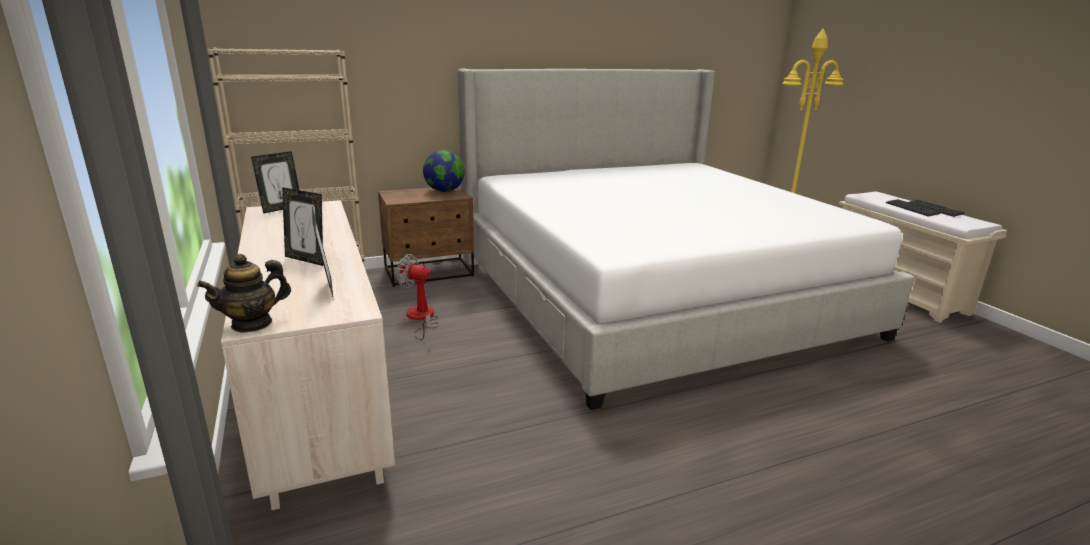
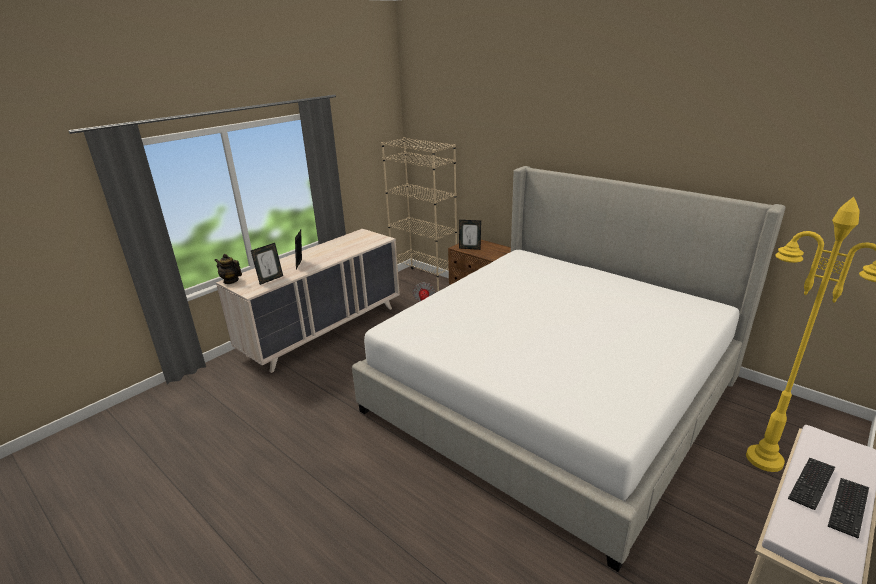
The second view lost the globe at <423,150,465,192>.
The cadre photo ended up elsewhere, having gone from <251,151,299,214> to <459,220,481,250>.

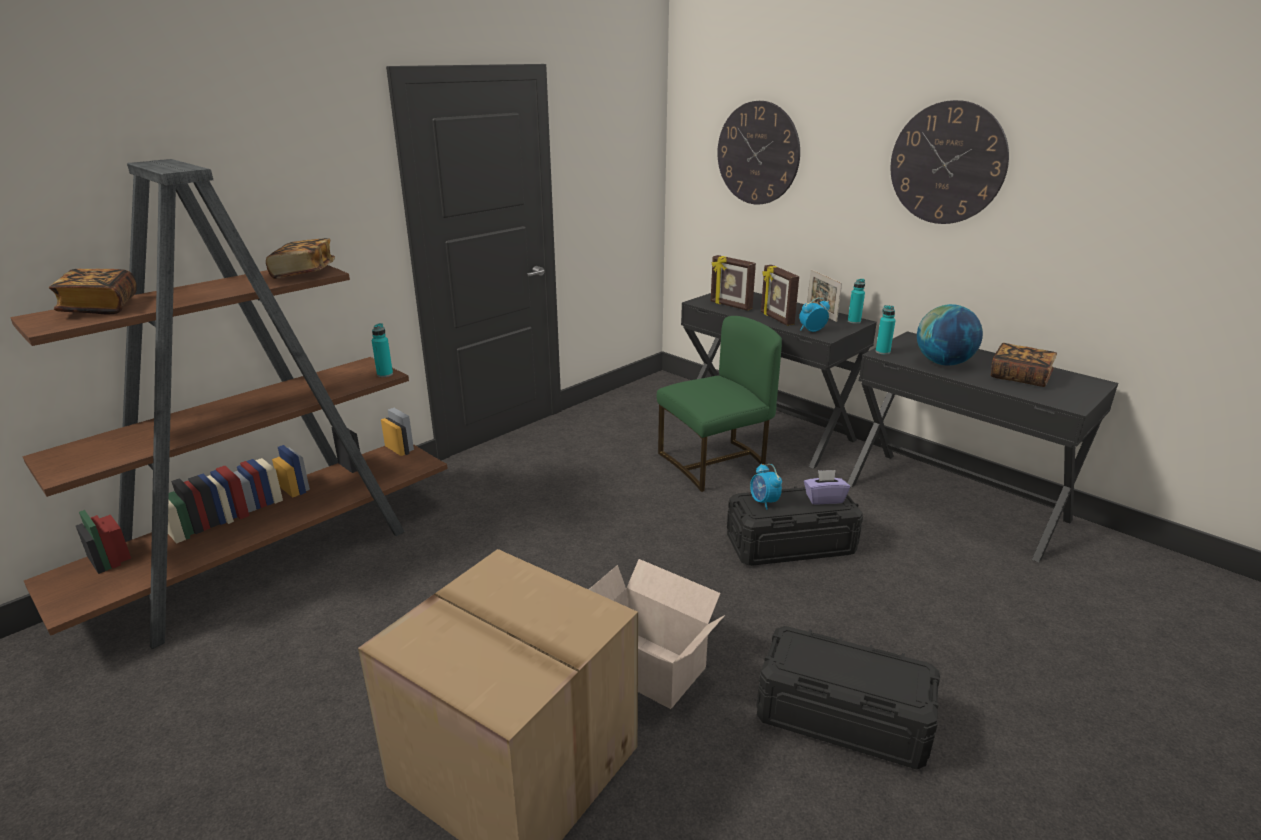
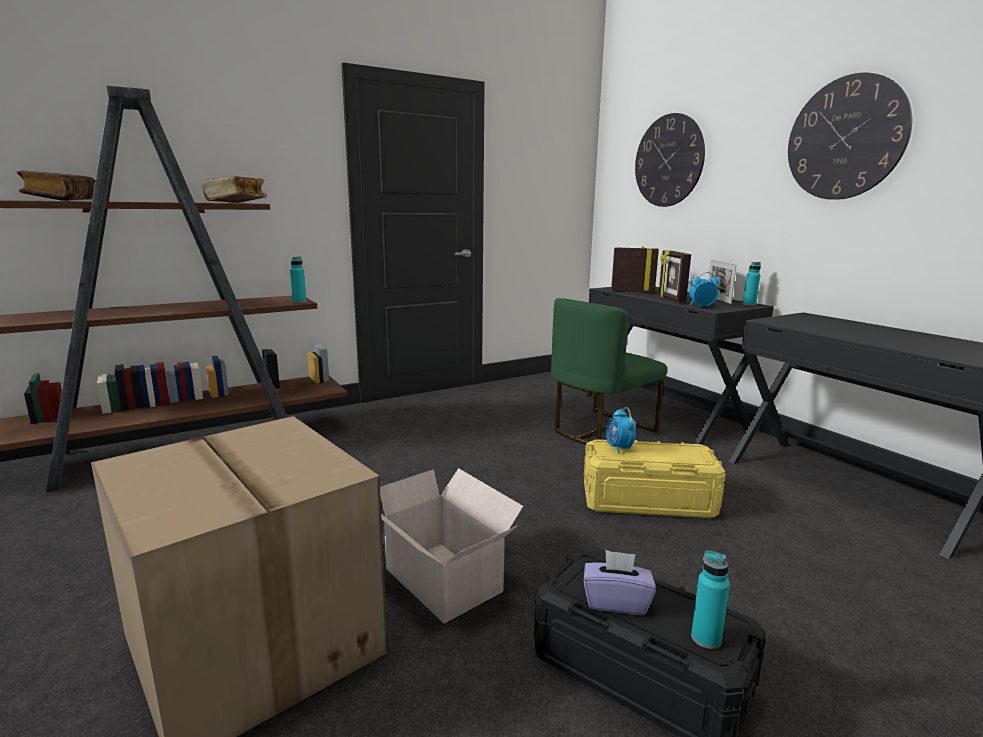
The cadre photo at <711,255,756,311> ended up facing another way, 135 degrees clockwise from before.
The second view lost the globe at <917,304,983,366>.
The bouteille [turquoise] ended up elsewhere, having gone from <876,305,896,355> to <691,551,730,649>.
The chaise [vert] at <657,316,782,492> ended up facing another way, 150 degrees clockwise from before.
The second view lost the livre at <991,343,1057,387>.
The boîte à mouchoirs [violet] ended up elsewhere, having gone from <804,470,850,505> to <584,550,656,615>.
What was the boîte de rangement [noir] at <727,486,863,566> turned into the boîte de rangement [jaune] at <584,439,726,518>.

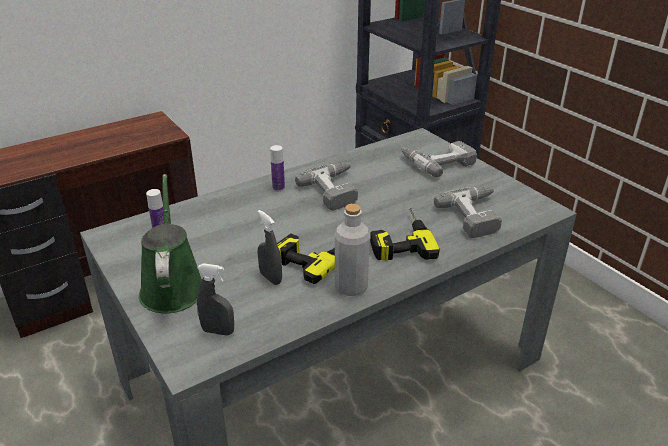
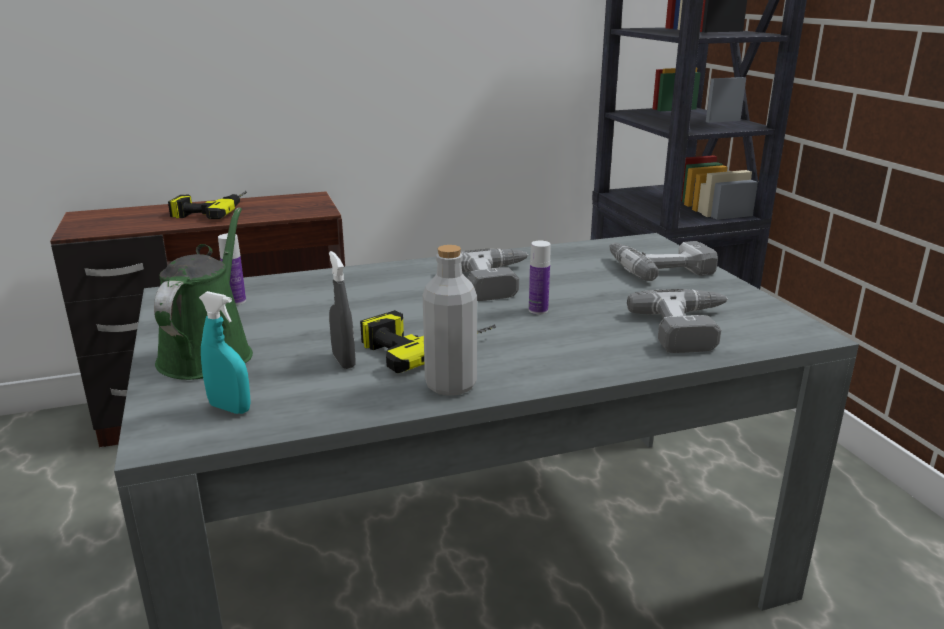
The bouteille ended up elsewhere, having gone from <270,145,285,191> to <529,241,551,315>.
The perceuse ended up elsewhere, having gone from <370,208,440,261> to <168,191,247,219>.
What was the vaporisateur [gris] at <197,263,234,336> turned into the vaporisateur [turquoise] at <199,291,251,414>.

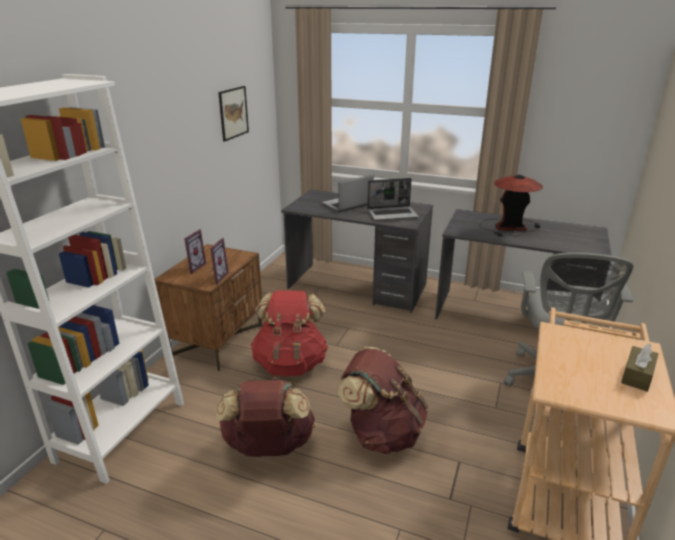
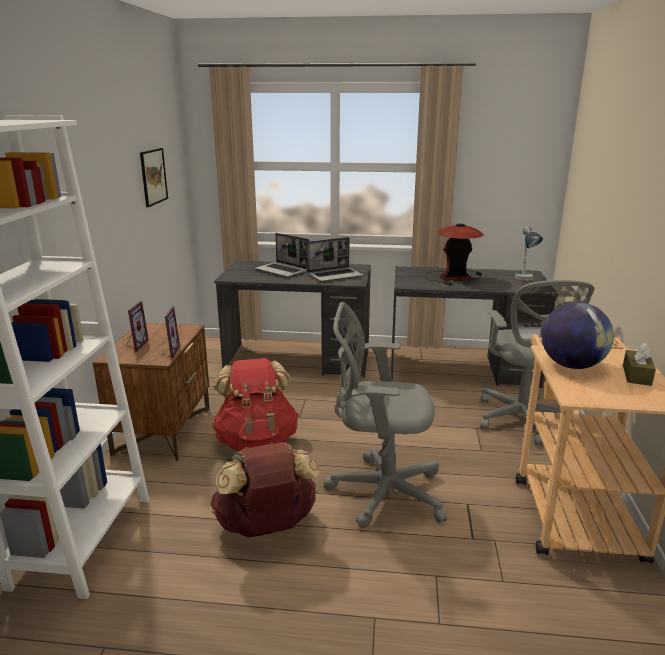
The ordinateur portable at <322,175,374,212> ended up facing another way, 90 degrees counterclockwise from before.
Where the sac à dos [marron] stood at <338,347,428,455>, the chaise de bureau [gris] came to stand at <324,302,447,528>.
The second view gained the lampe de table at <514,226,543,281>.
The second view gained the globe at <542,302,614,369>.

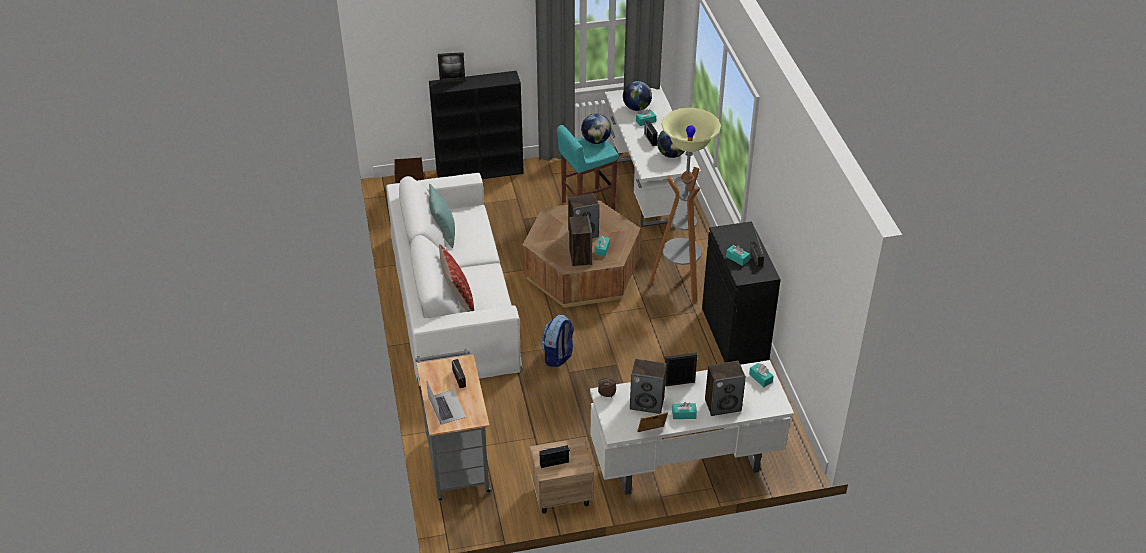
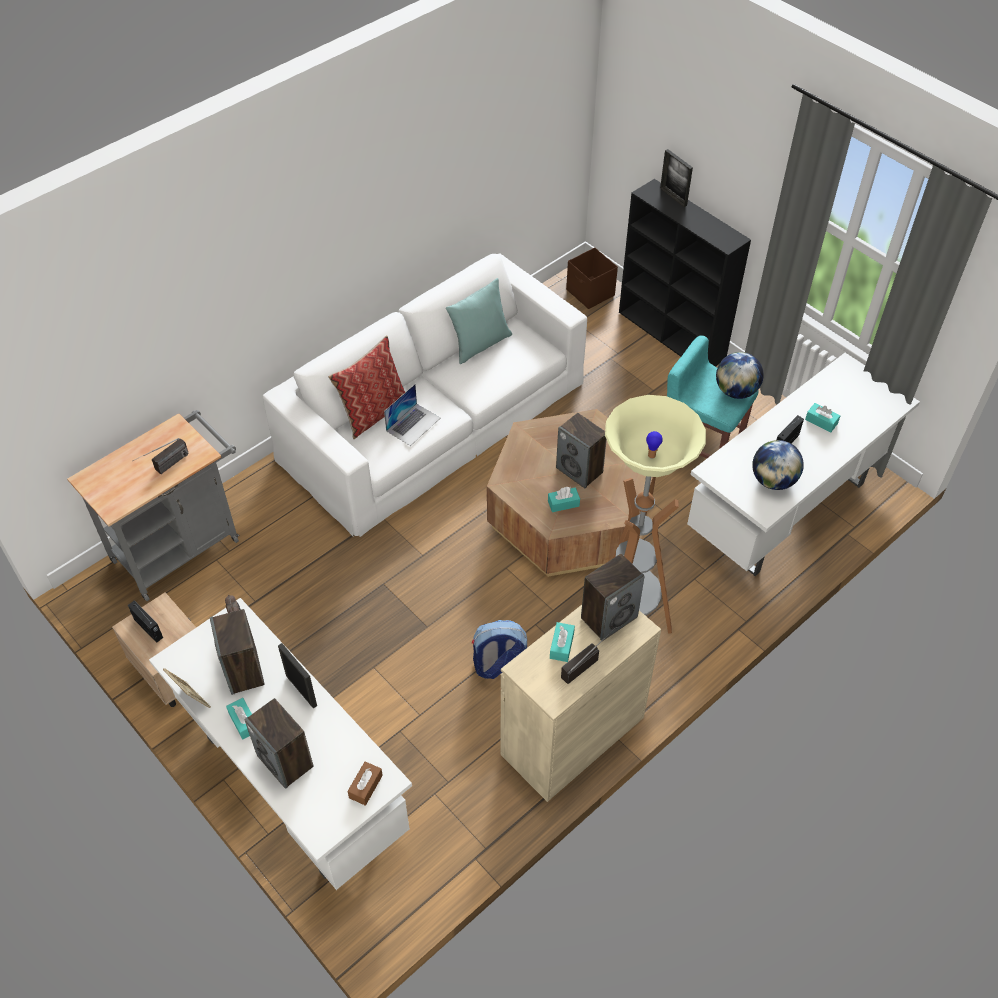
The second view lost the globe at <623,81,652,111>.
The enceinte ended up elsewhere, having gone from <569,215,592,266> to <581,554,645,641>.
What was the meuble de rangement [noir] at <702,221,781,365> turned into the meuble de rangement [beige] at <501,605,661,802>.
The sac à dos ended up elsewhere, having gone from <542,315,574,367> to <472,620,527,679>.
What was the boîte à mouchoirs [turquoise] at <749,363,774,387> turned into the boîte à mouchoirs [marron] at <347,761,383,806>.
The ordinateur portable ended up elsewhere, having gone from <427,381,466,425> to <384,384,440,446>.

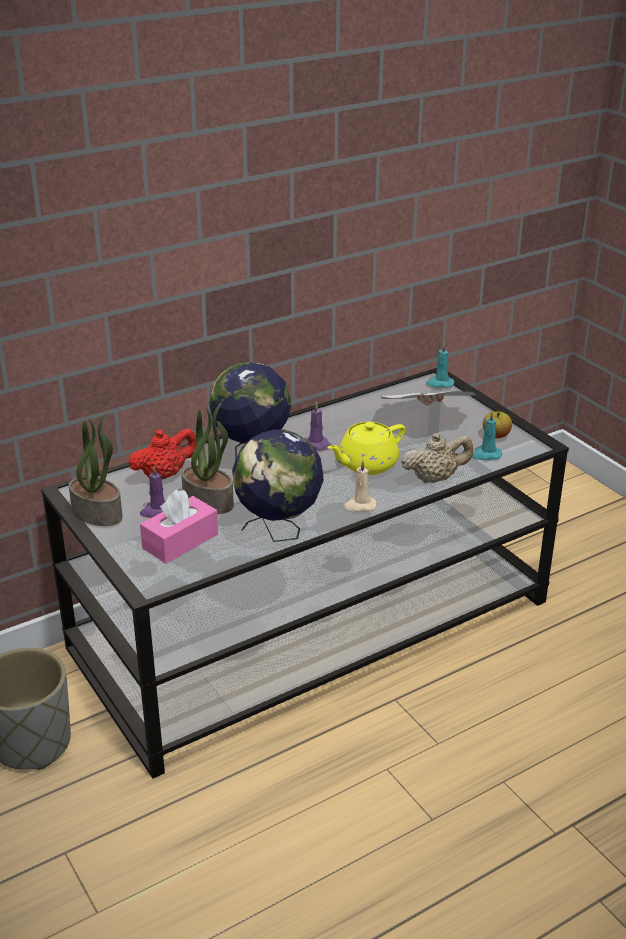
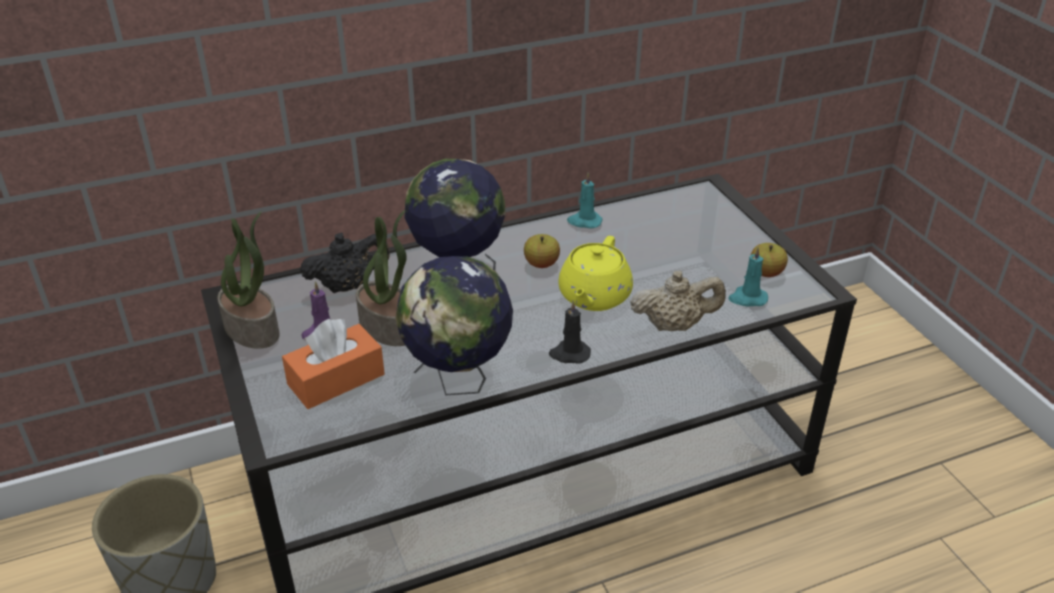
The bougie [turquoise] ended up elsewhere, having gone from <426,344,454,388> to <567,173,602,228>.
The second view lost the journal at <380,391,476,406>.
Where the bougie [violet] stood at <305,402,332,450>, the pomme came to stand at <524,234,560,268>.
The théière [jaune] at <327,422,405,475> ended up facing another way, 45 degrees counterclockwise from before.
What was the théière [rouge] at <128,428,196,480> turned into the théière [noir] at <300,233,390,293>.
What was the bougie [beige] at <343,460,377,512> turned into the bougie [noir] at <549,300,591,364>.
What was the boîte à mouchoirs [rose] at <140,490,218,564> turned into the boîte à mouchoirs [orange] at <282,319,385,409>.

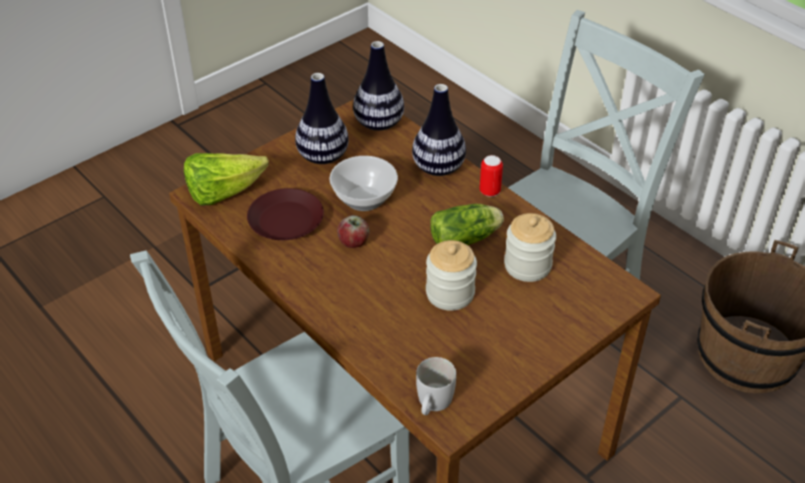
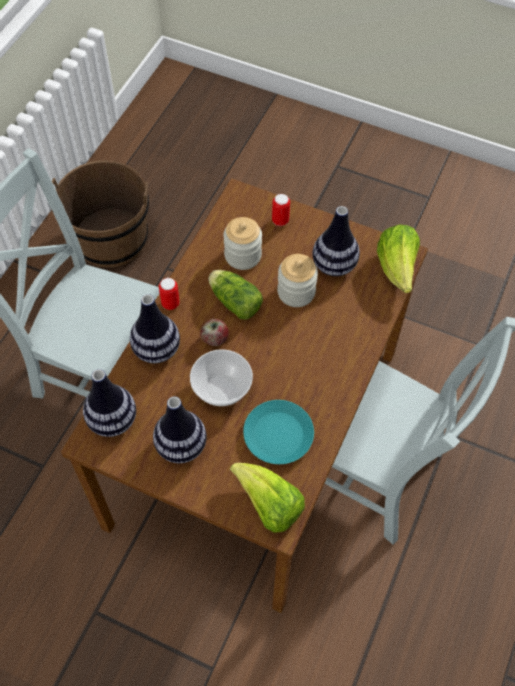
What was the assiette [marron] at <247,188,324,240> turned into the assiette [turquoise] at <243,400,314,464>.
The pomme ended up elsewhere, having gone from <337,215,370,248> to <200,319,229,346>.
Where the mug [blanc] stood at <416,357,456,415>, the laitue came to stand at <377,225,420,293>.
The second view gained the boîte métallique at <272,194,290,226>.
The second view gained the vase at <312,206,360,276>.

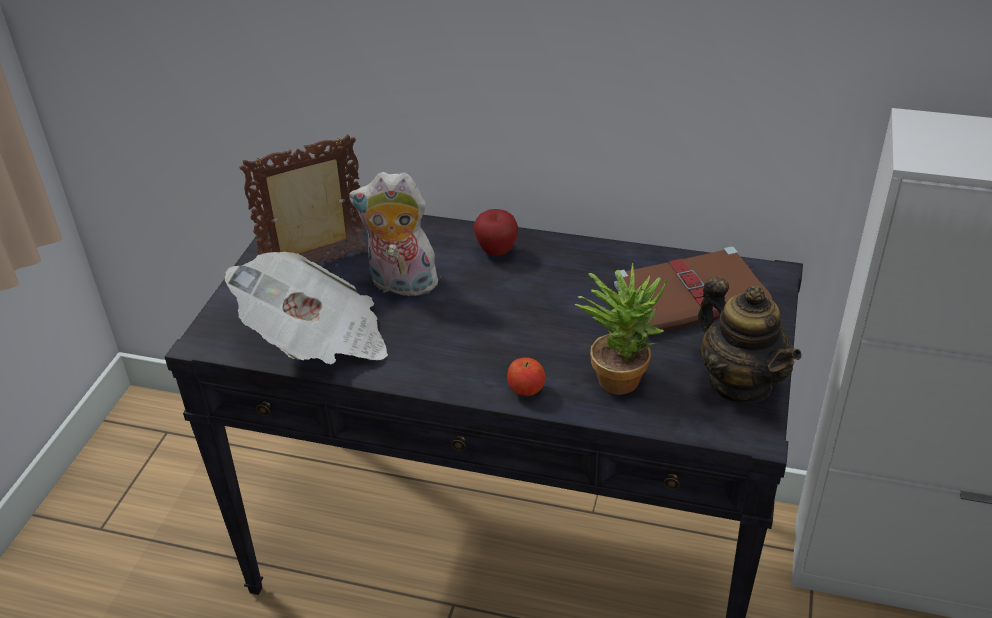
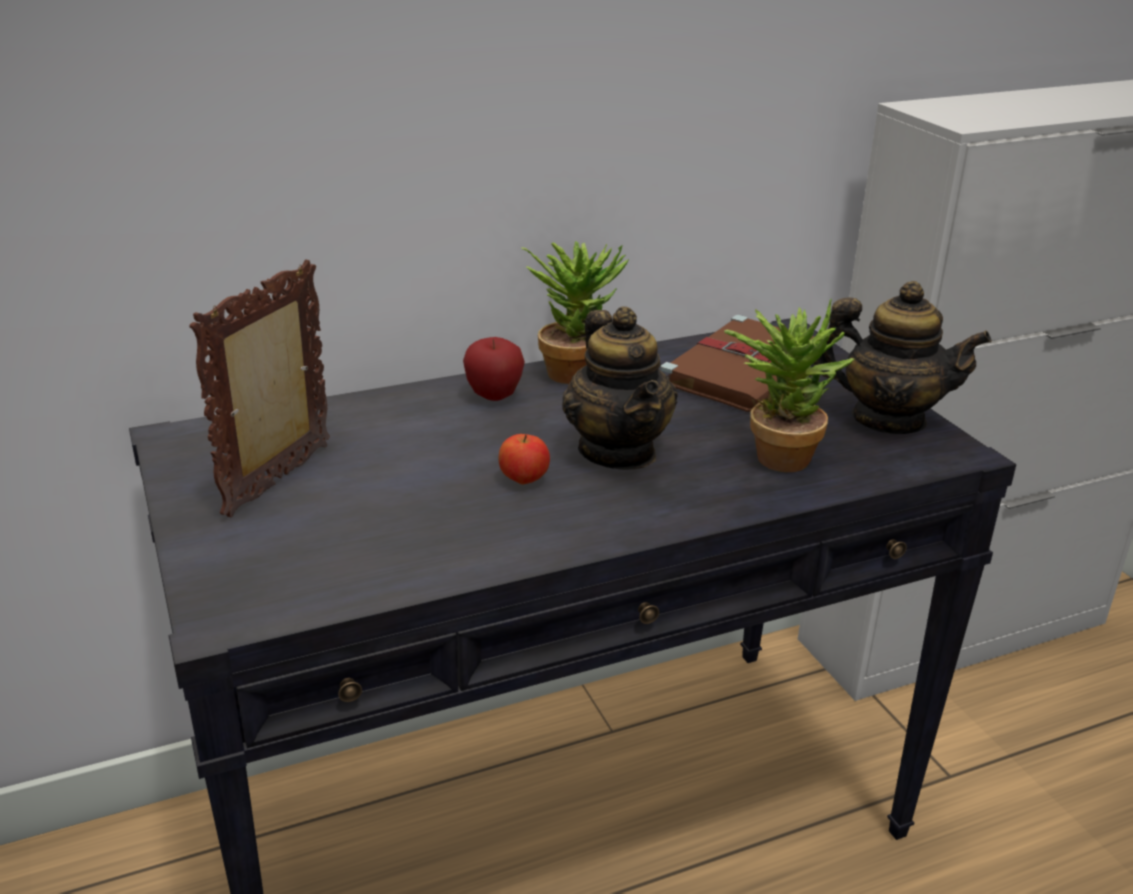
The second view lost the peluche at <349,172,441,296>.
The second view lost the journal at <225,252,388,364>.
The pomme ended up elsewhere, having gone from <507,358,545,396> to <499,434,550,484>.
The second view gained the plante en pot at <521,241,629,384>.
The second view gained the théière at <562,306,678,470>.

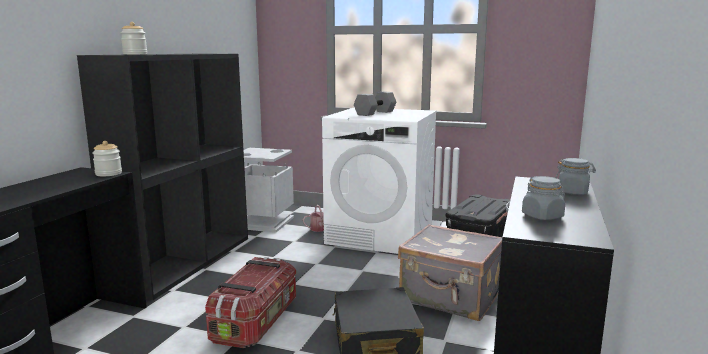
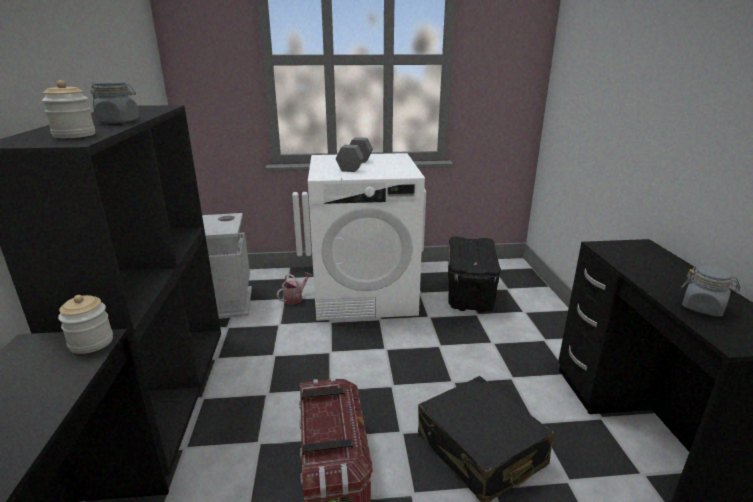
The bocal [gris] ended up elsewhere, having gone from <555,158,596,195> to <91,81,139,123>.
The second view lost the valise [gris] at <398,224,502,321>.

